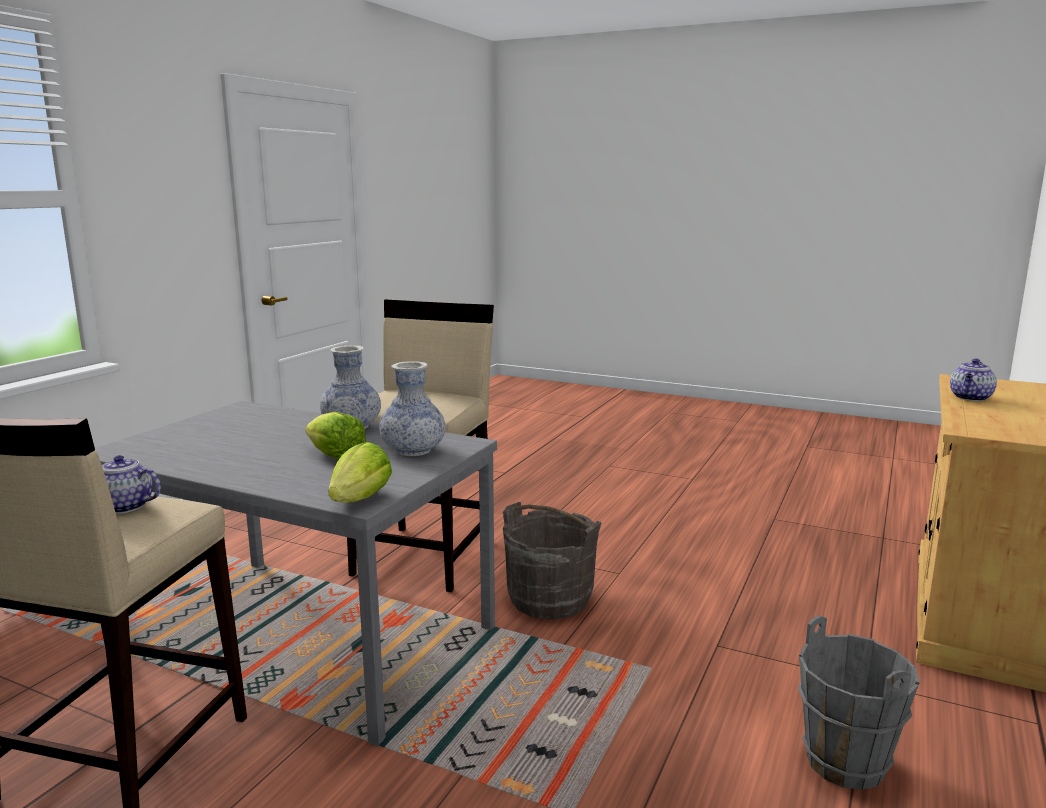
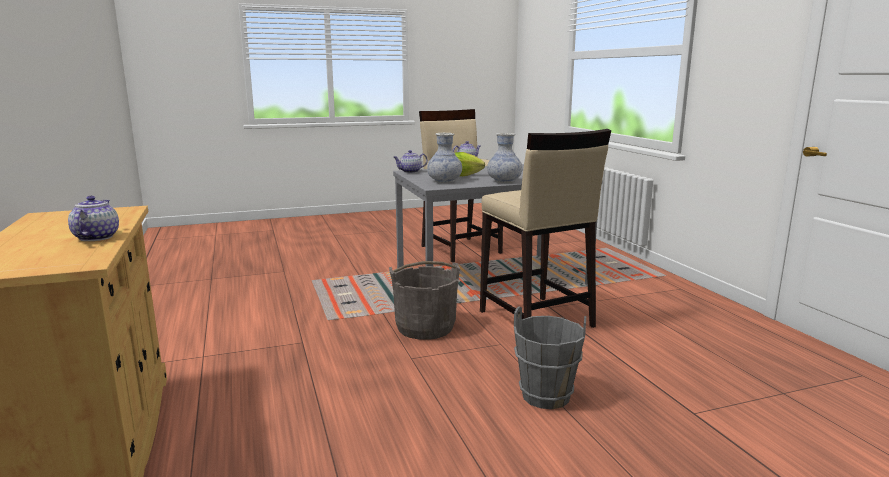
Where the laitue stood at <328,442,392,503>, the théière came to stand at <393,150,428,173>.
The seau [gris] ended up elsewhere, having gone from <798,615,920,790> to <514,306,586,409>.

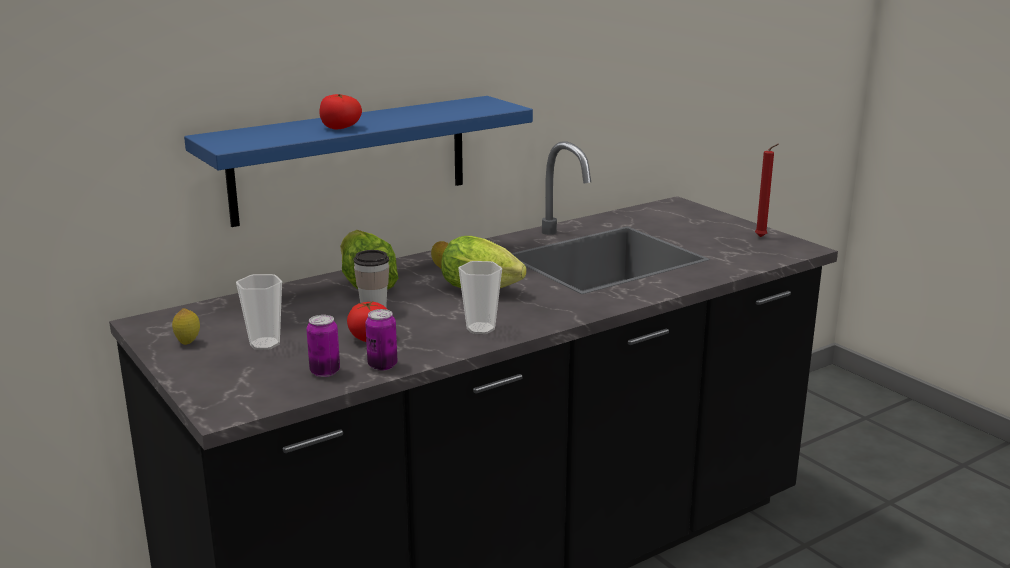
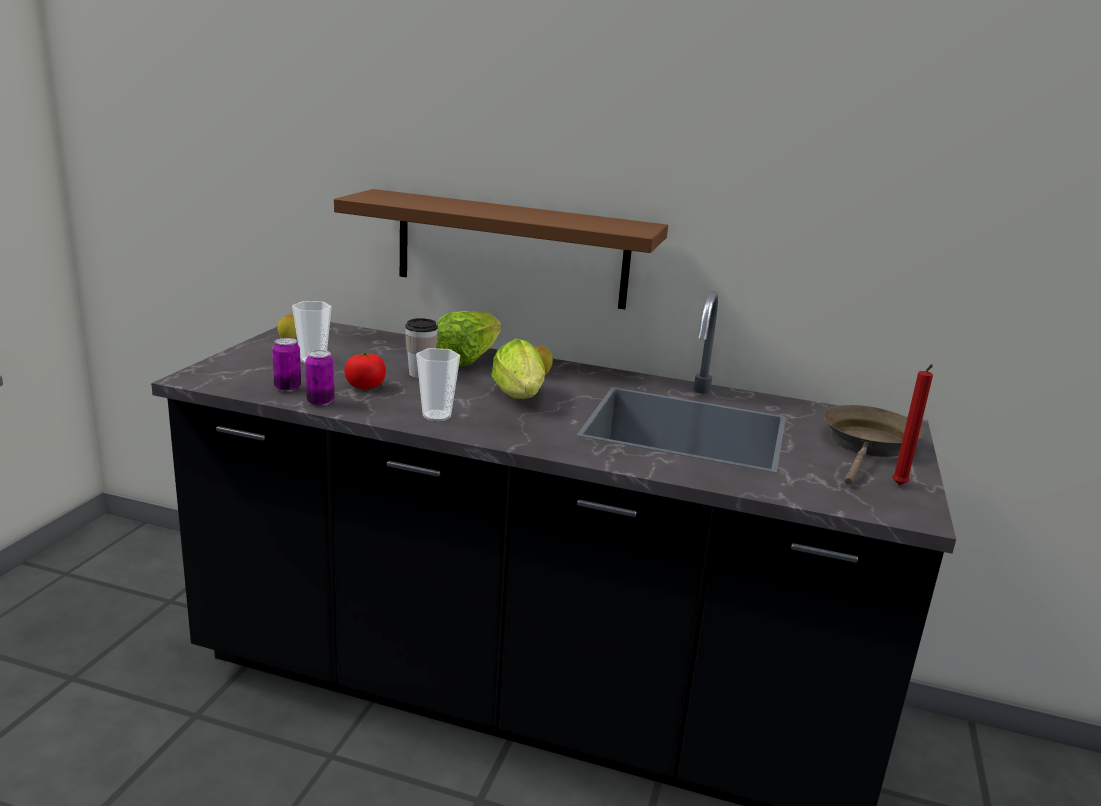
The second view lost the tomate at <320,94,362,129>.
What was the étagère [bleu] at <184,96,533,227> turned into the étagère [marron] at <334,189,668,309>.
The second view gained the poêle [marron] at <824,405,924,485>.

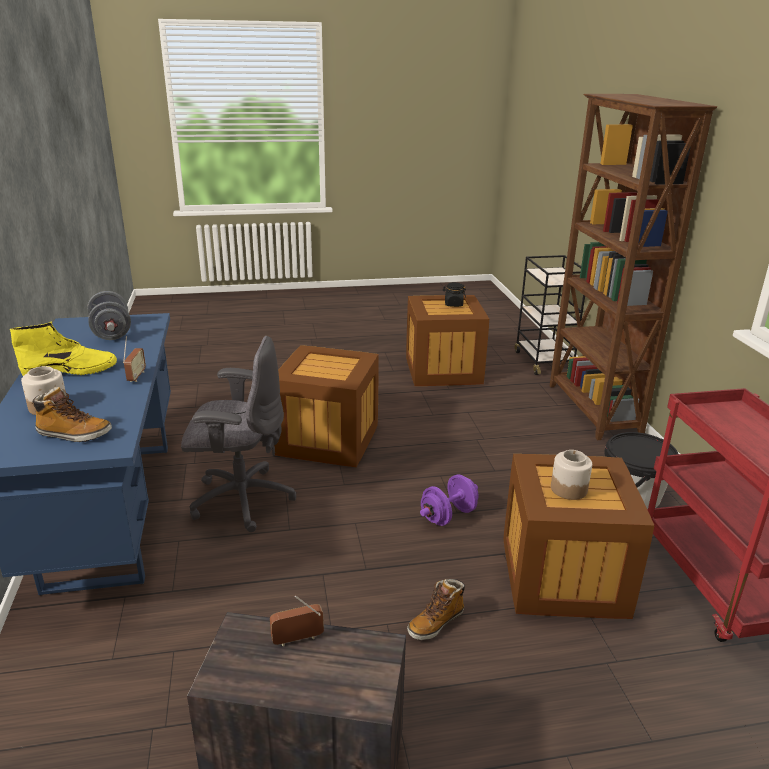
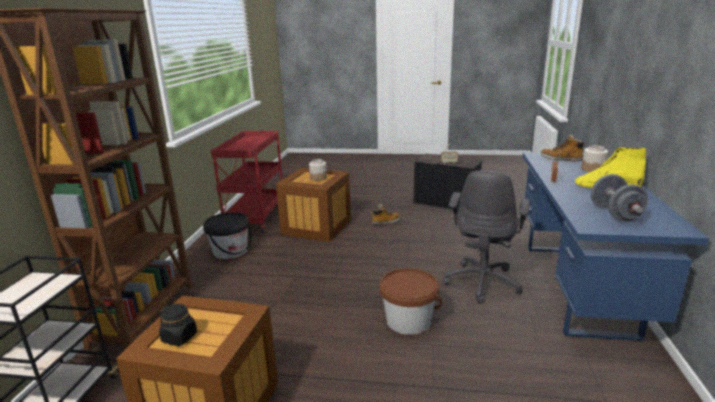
The chaise de bureau [gris] at <181,336,296,532> ended up facing another way, 90 degrees counterclockwise from before.
Where the caisse stood at <274,345,379,467>, the seau [marron] came to stand at <379,268,442,335>.
The second view lost the haltère [violet] at <420,474,478,526>.

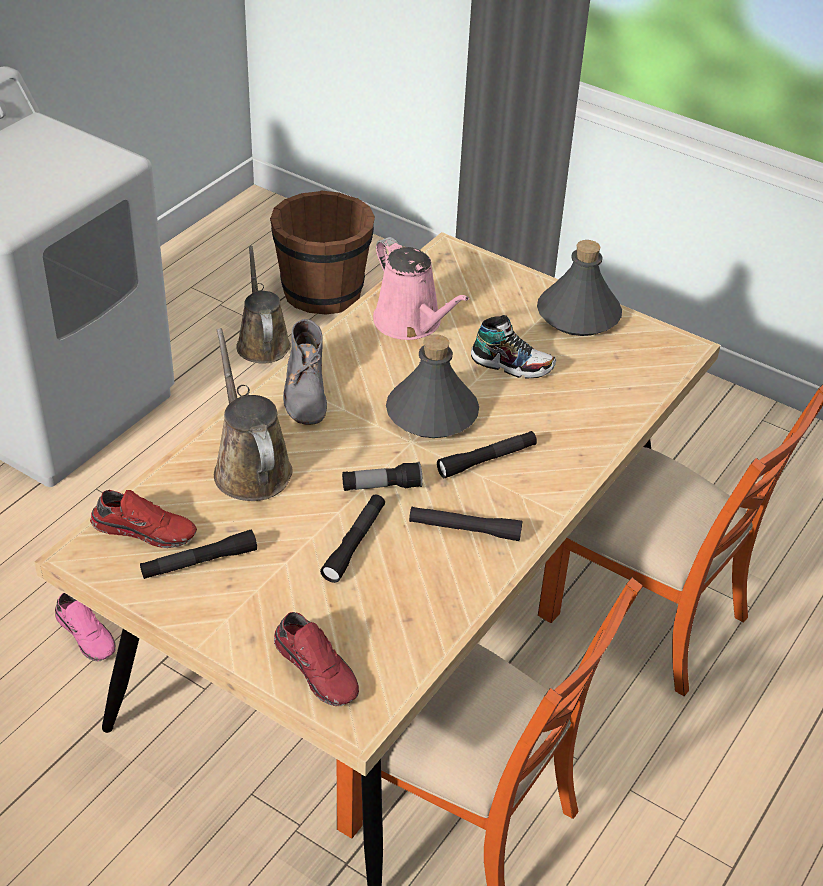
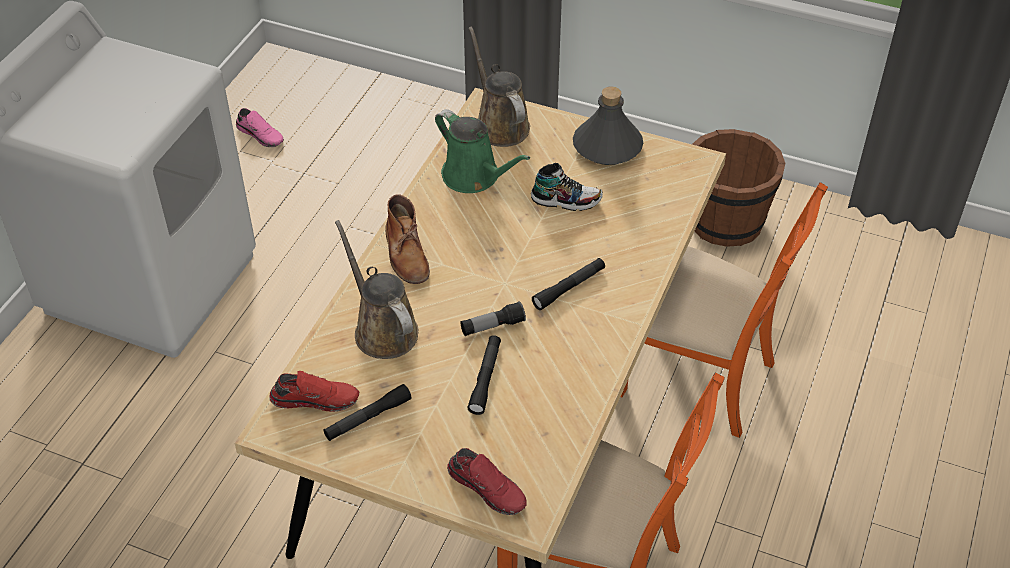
The seau [marron] ended up elsewhere, having gone from <270,190,375,315> to <692,129,786,247>.
What was the arrosoir [rose] at <373,237,469,340> turned into the arrosoir [vert] at <435,109,530,193>.
The arrosoir [marron] ended up elsewhere, having gone from <236,246,291,364> to <469,26,530,147>.
What was the botte [gris] at <283,319,327,425> turned into the botte [marron] at <385,194,430,284>.
The second view lost the bouteille [gris] at <386,334,479,438>.
The second view lost the lampe de poche [noir] at <409,507,522,541>.
The chaussure [rose] ended up elsewhere, having gone from <55,593,116,661> to <236,108,284,147>.

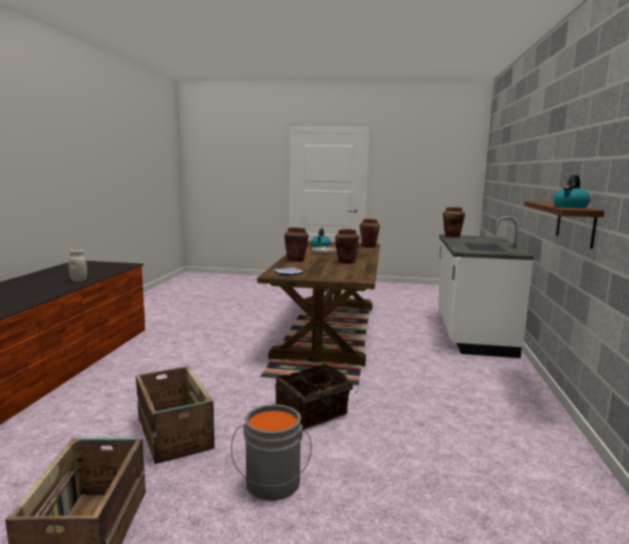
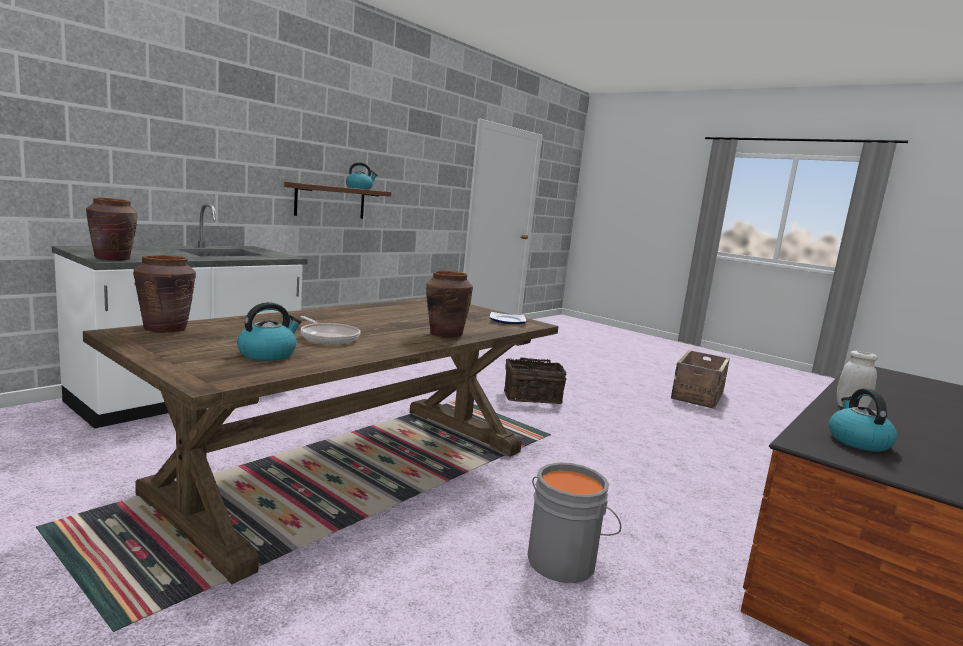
The second view lost the vase [marron] at <335,229,359,264>.
The second view lost the caisse at <136,366,215,464>.
The seau [gris] ended up elsewhere, having gone from <231,404,312,501> to <528,462,621,583>.
The second view gained the bouilloire at <829,388,897,452>.

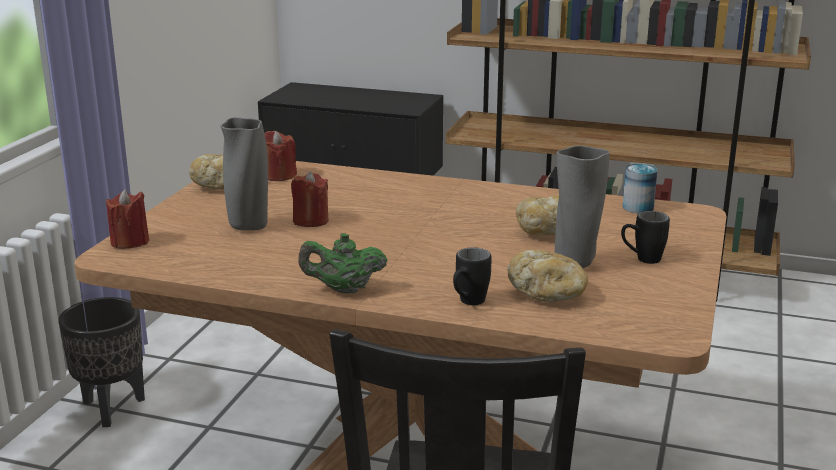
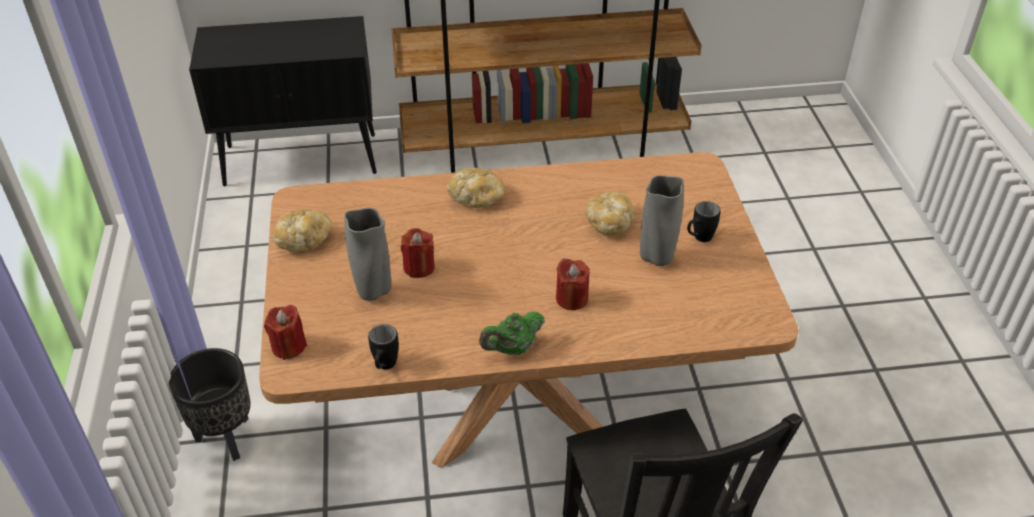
The bougie [rouge] ended up elsewhere, having gone from <264,131,297,181> to <556,259,590,310>.
The second view lost the boîte métallique at <622,164,657,214>.
The mug [noir] ended up elsewhere, having gone from <453,247,491,305> to <368,324,399,369>.
The pain ended up elsewhere, having gone from <507,249,588,303> to <447,168,505,208>.

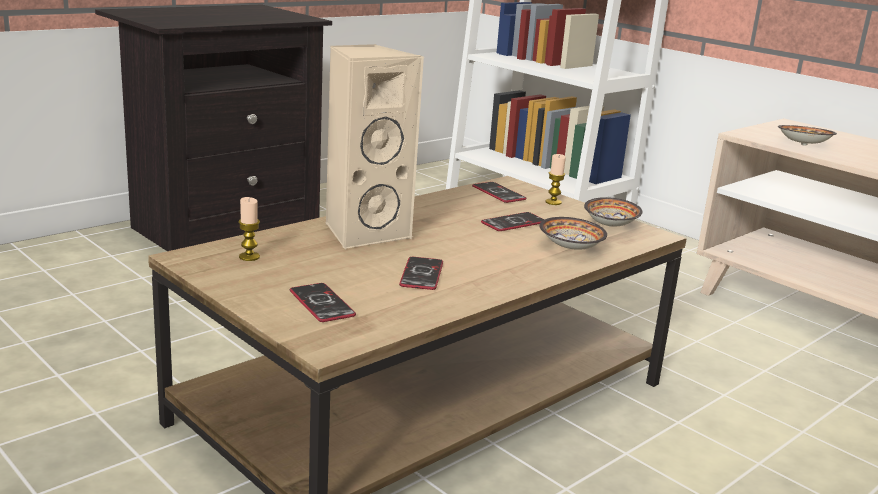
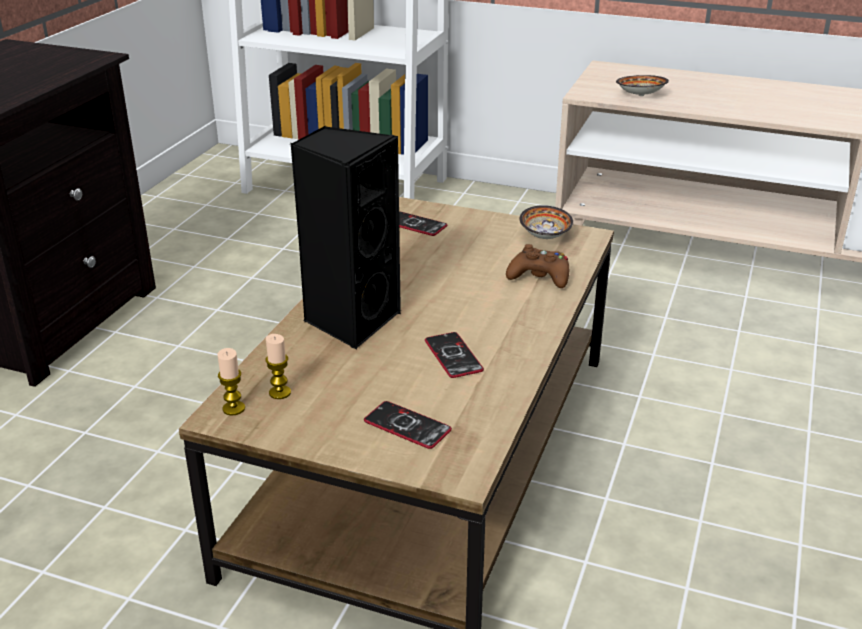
What was the enceinte [beige] at <326,44,424,250> turned into the enceinte [noir] at <290,125,401,349>.
The bougie ended up elsewhere, having gone from <545,154,566,205> to <218,348,245,416>.
The second view lost the téléphone at <481,212,545,231>.
Where the bol stood at <539,217,607,250>, the manette [marron] came to stand at <506,244,569,288>.

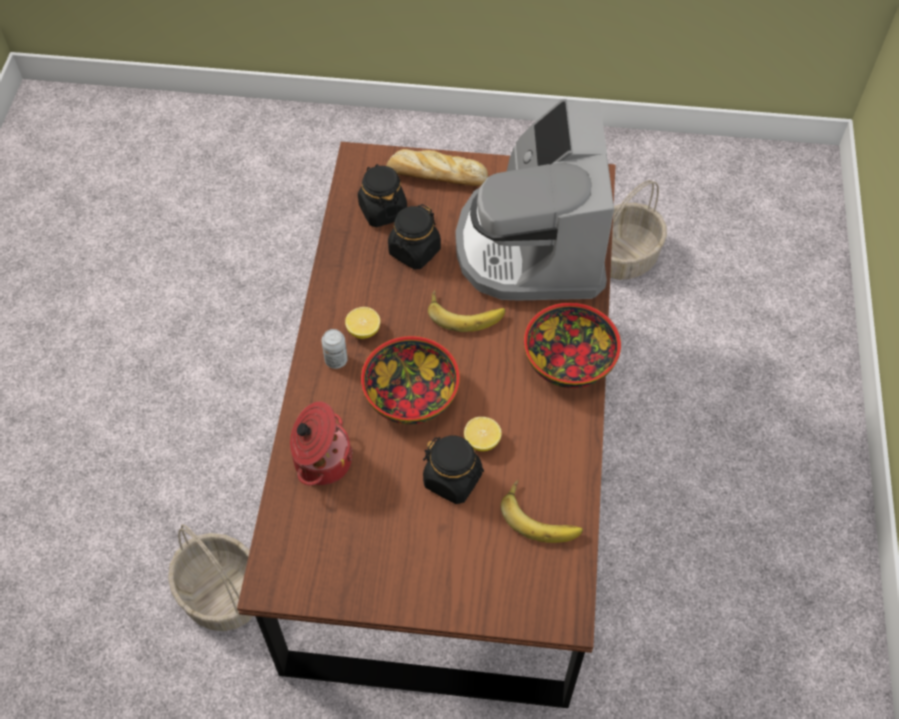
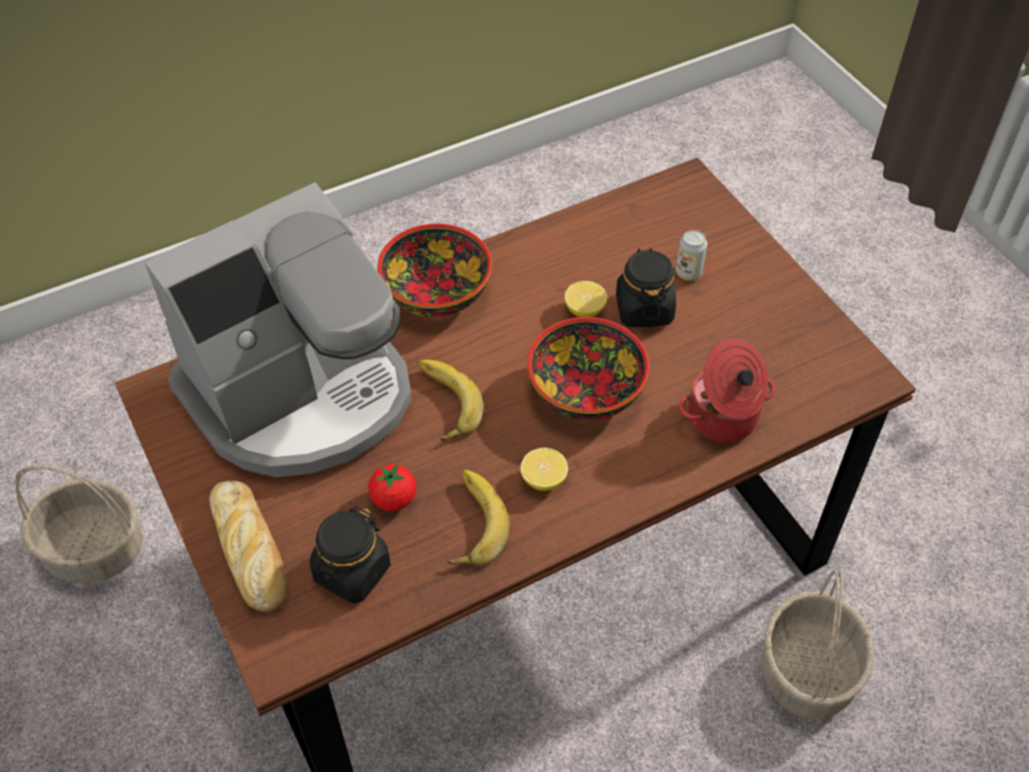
Where the bocal [noir] stood at <388,204,441,270>, the tomate came to stand at <368,464,416,511>.
The boîte métallique ended up elsewhere, having gone from <321,329,348,369> to <676,230,707,281>.
The banane ended up elsewhere, having gone from <501,480,583,543> to <448,470,510,566>.

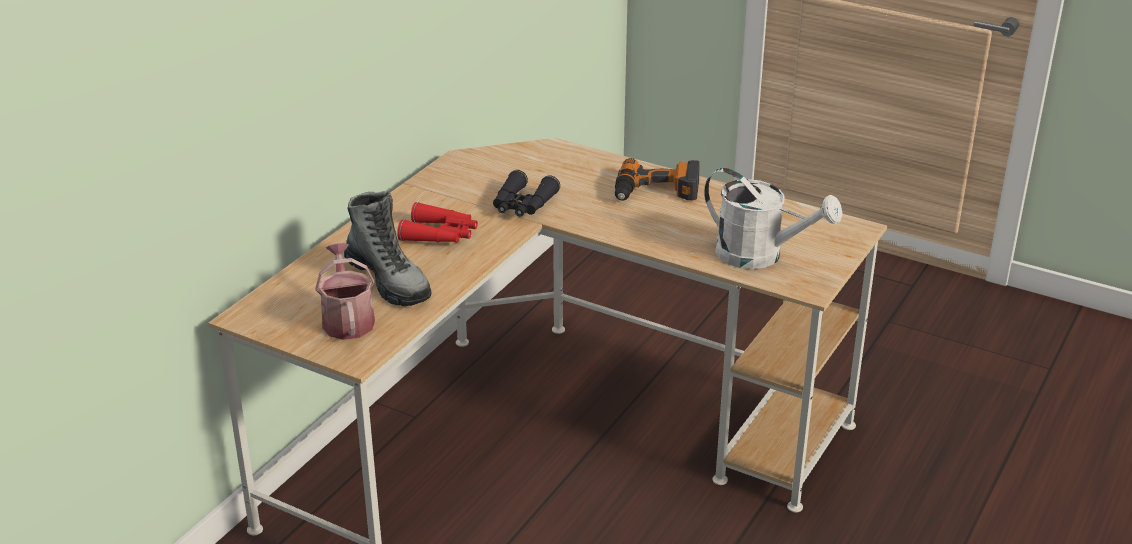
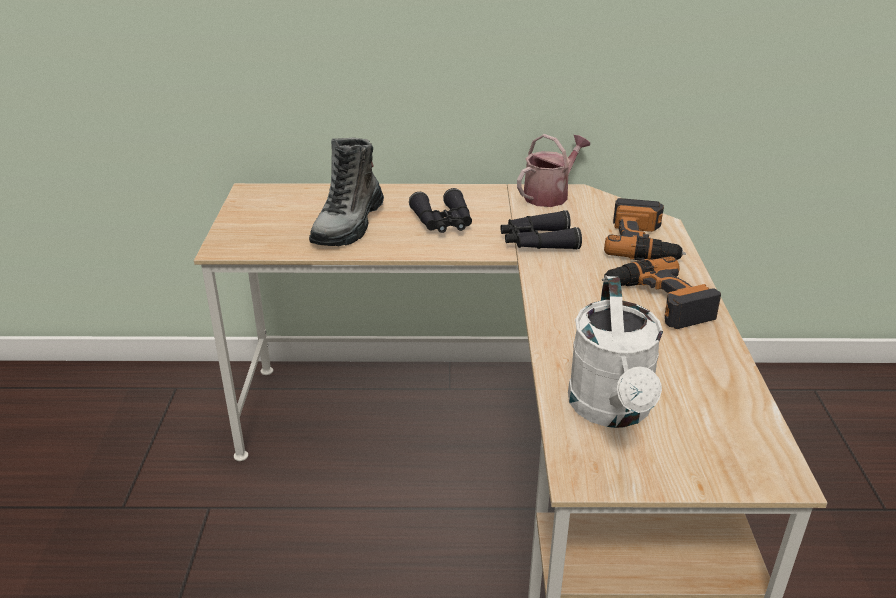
What was the jumelles [rouge] at <397,202,478,243> turned into the jumelles [noir] at <409,188,472,233>.
The arrosoir ended up elsewhere, having gone from <315,243,375,340> to <517,134,590,207>.
The second view gained the perceuse at <604,198,686,260>.

